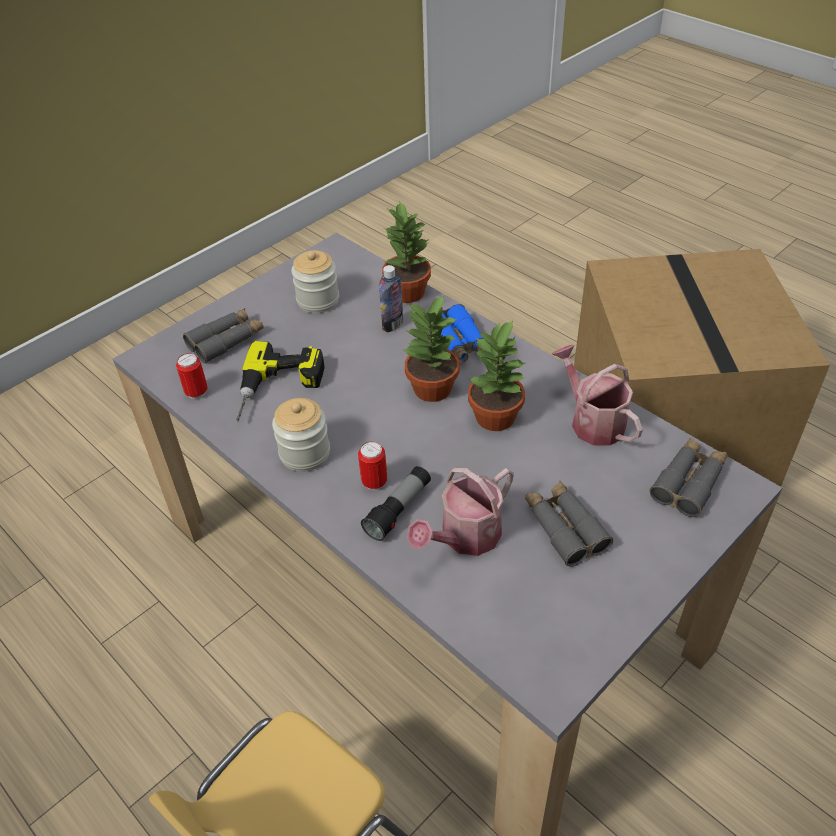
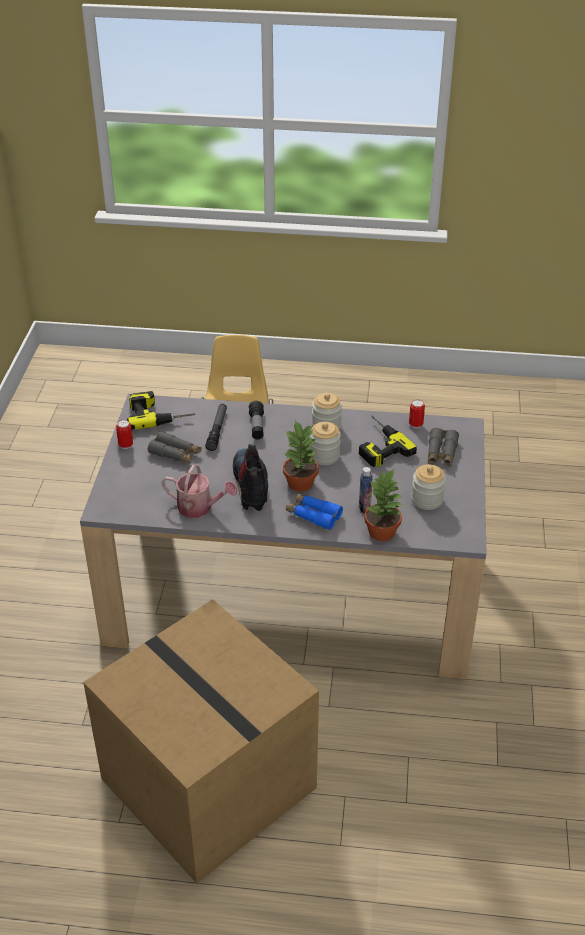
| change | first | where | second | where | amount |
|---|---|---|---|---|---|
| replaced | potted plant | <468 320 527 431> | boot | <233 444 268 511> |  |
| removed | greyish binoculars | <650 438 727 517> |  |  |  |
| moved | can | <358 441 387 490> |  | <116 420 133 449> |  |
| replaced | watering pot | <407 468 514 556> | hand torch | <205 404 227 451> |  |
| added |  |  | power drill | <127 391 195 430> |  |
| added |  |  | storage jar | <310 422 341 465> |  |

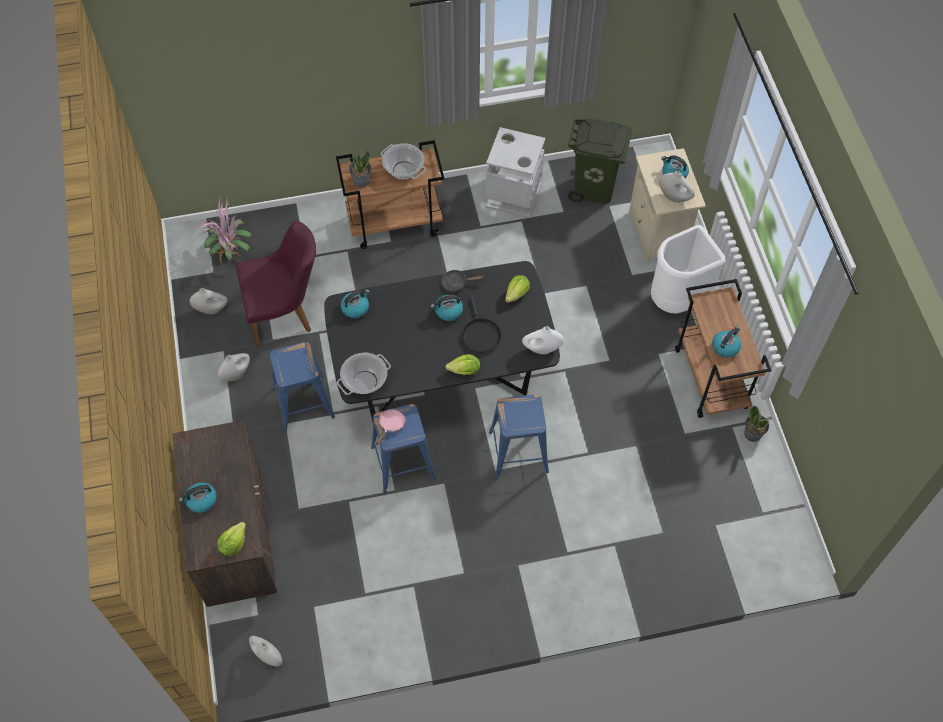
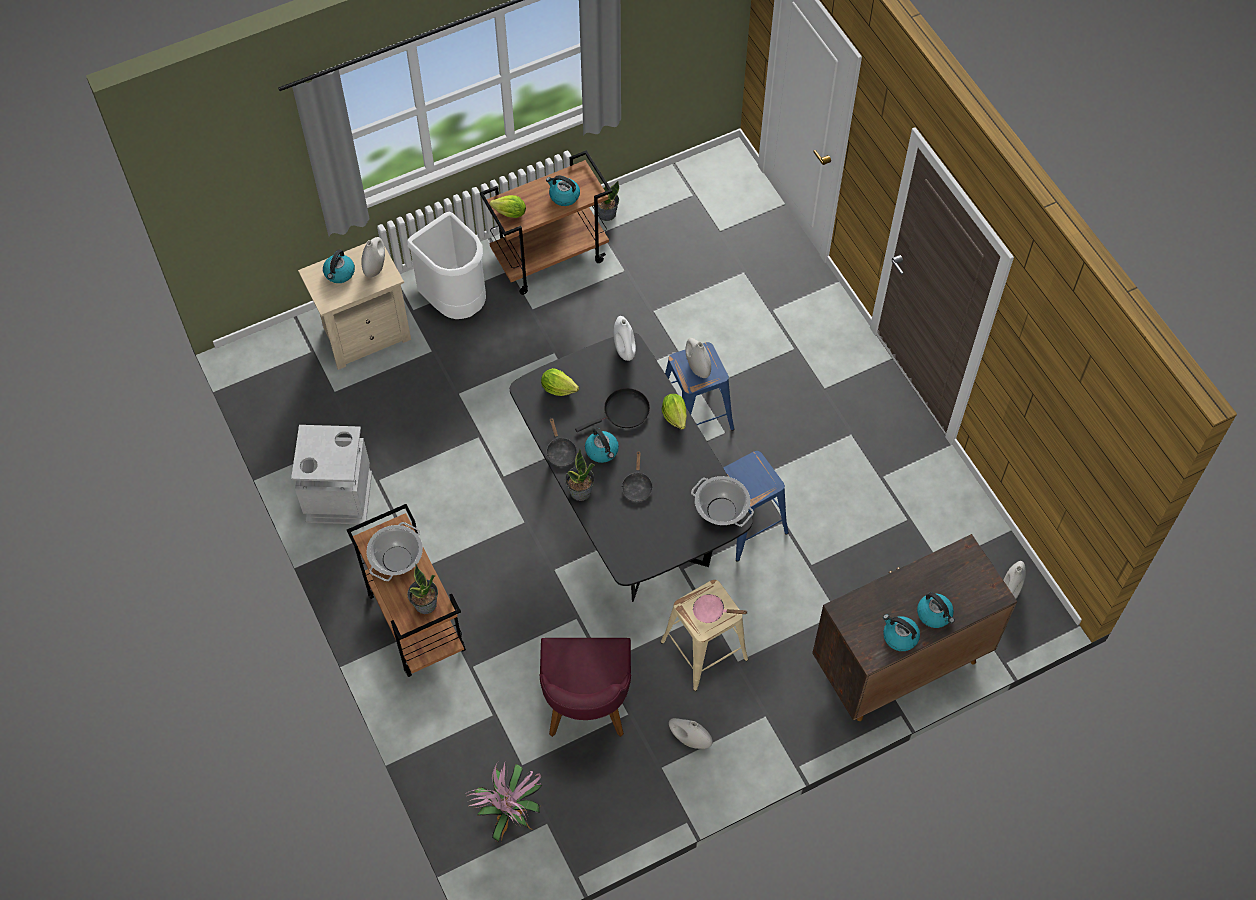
| change | first | where | second | where | amount |
|---|---|---|---|---|---|
| removed | green rubbish bin | <568 119 632 204> |  |  |  |
| turned | purple-coloured plain chair | <235 221 316 347> |  | <540 638 631 737> | 150 degrees counterclockwise |
| moved | whitish vase | <190 288 228 314> |  | <686 338 711 378> |  |
| moved | tea kettle | <341 289 370 318> |  | <883 614 920 651> |  |
| recoloured | bluish stool | <270 342 335 431> | sand-coloured stool | <660 580 748 691> |  |
| moved | pink-coloured skillet | <376 409 405 445> |  | <693 594 747 623> |  |
| moved | lettuce | <217 522 246 556> |  | <490 195 526 218> |  |
| added |  |  | potted plant | <565 449 595 501> |  |
| added |  |  | black-coloured skillet | <621 452 653 501> |  |

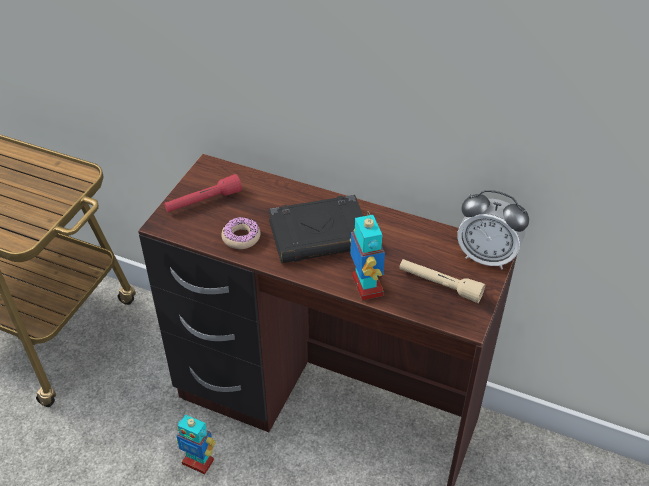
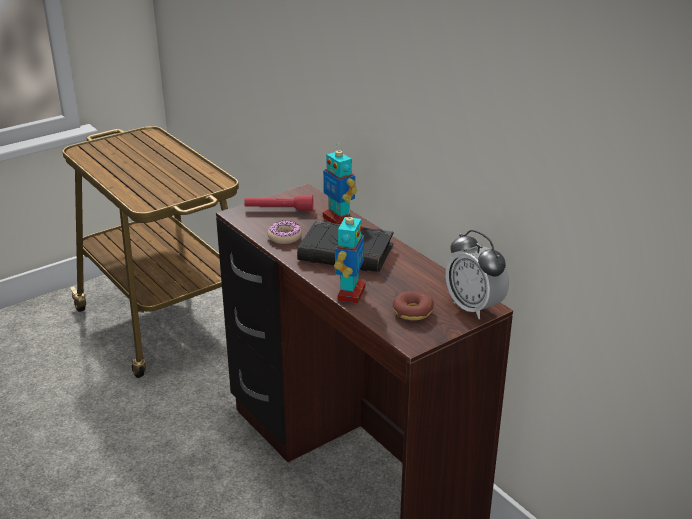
| change | first | where | second | where | amount |
|---|---|---|---|---|---|
| replaced | sand-coloured hand torch | <399 259 485 303> | doughnut | <393 291 434 321> |  |
| moved | model robot | <176 415 216 474> |  | <323 143 357 224> |  |

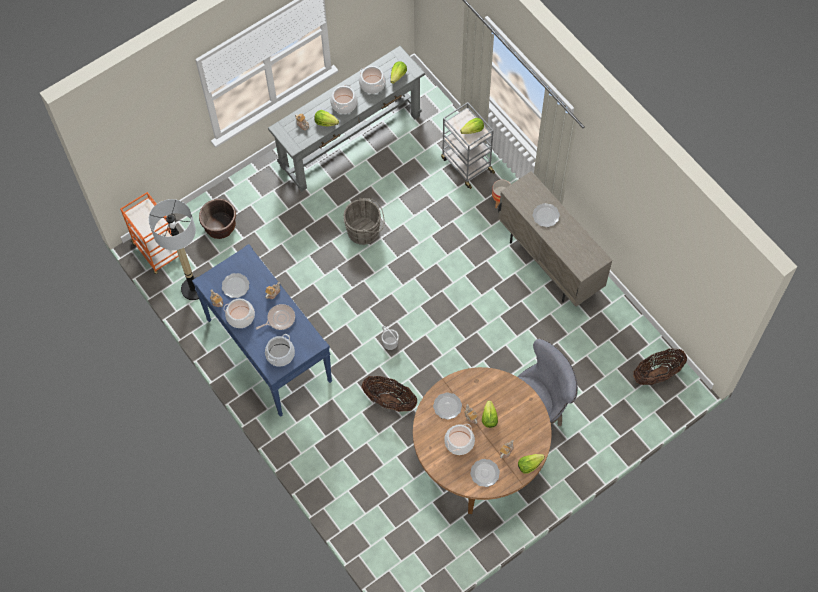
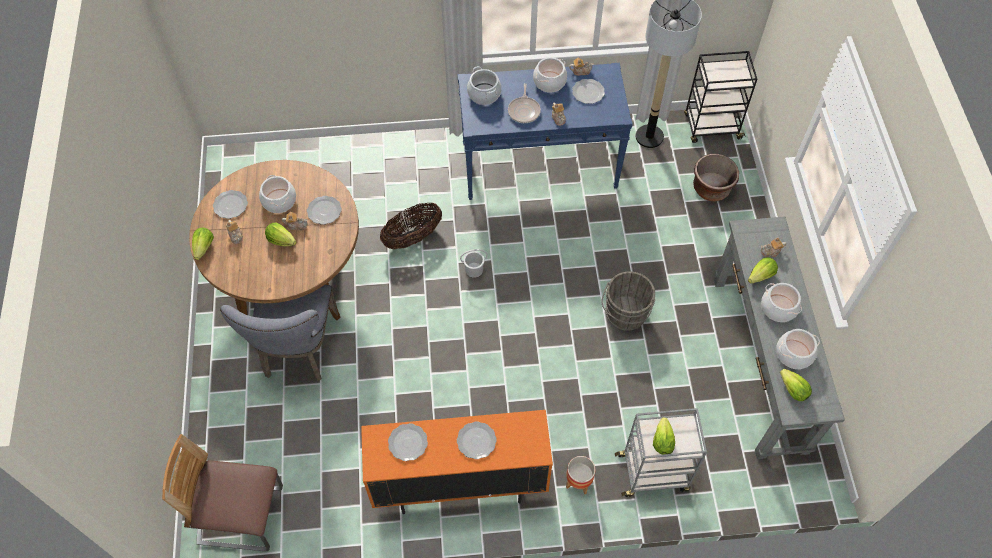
| change | first | where | second | where | amount |
|---|---|---|---|---|---|
| recoloured | sand-coloured storage cabinet | <498 171 613 307> | orangey storage cabinet | <361 410 553 514> |  |
| recoloured | orangey cart | <120 192 179 274> | black-coloured cart | <684 51 757 143> |  |
| replaced | basket | <633 349 687 385> | plain chair | <162 434 283 551> |  |
| added |  |  | dinner plate | <388 423 428 461> |  |

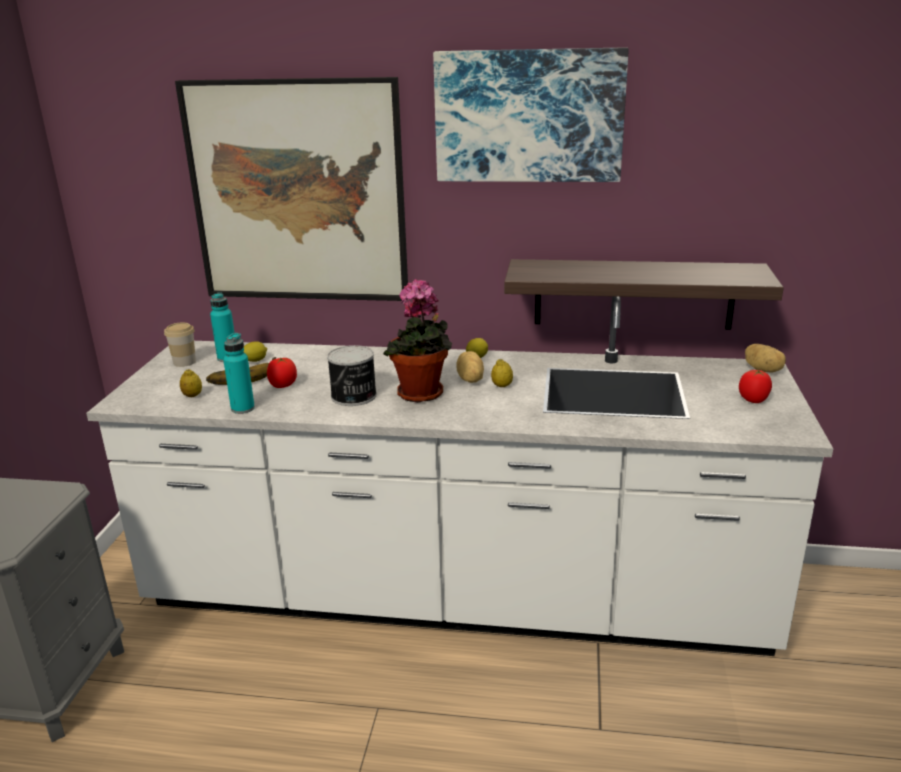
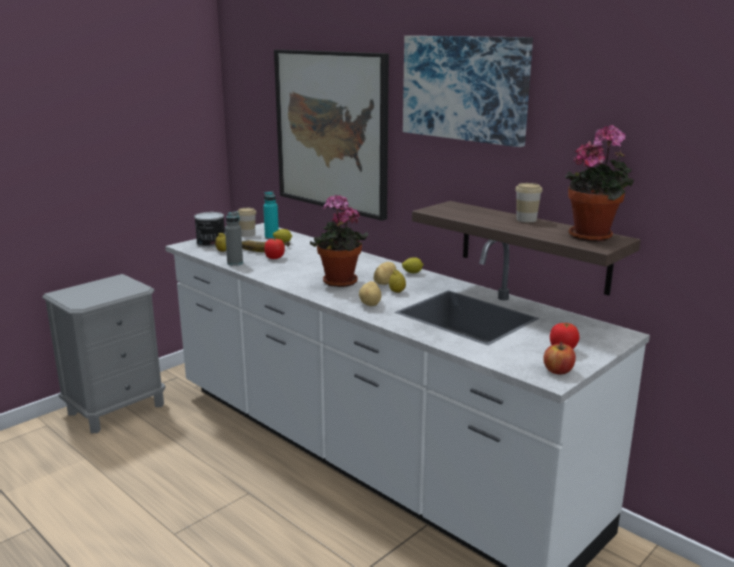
| change | first | where | second | where | amount |
|---|---|---|---|---|---|
| recoloured | turquoise-coloured beverage bottle | <223 333 255 414> | greyish beverage bottle | <225 211 243 266> |  |
| moved | spud | <745 344 786 372> |  | <359 281 381 306> |  |
| moved | can | <327 345 377 406> |  | <194 212 225 248> |  |
| added |  |  | potted plant | <565 125 634 242> |  |
| added |  |  | drinking cup | <515 183 543 222> |  |
| added |  |  | apple fruit | <543 342 576 374> |  |

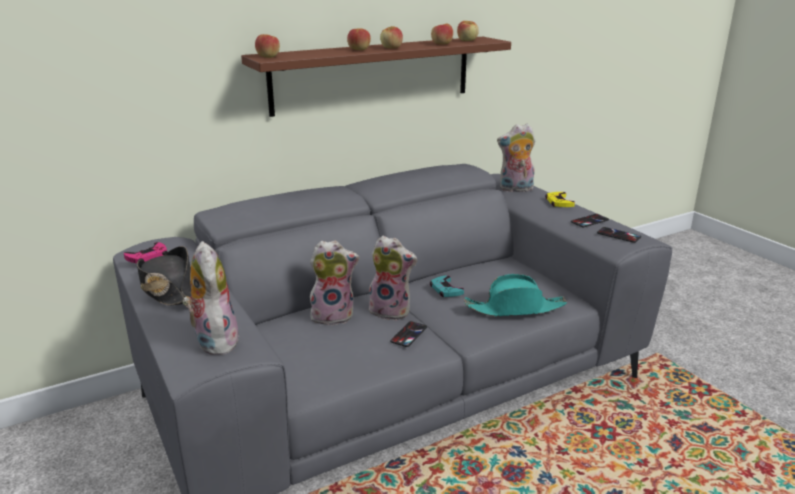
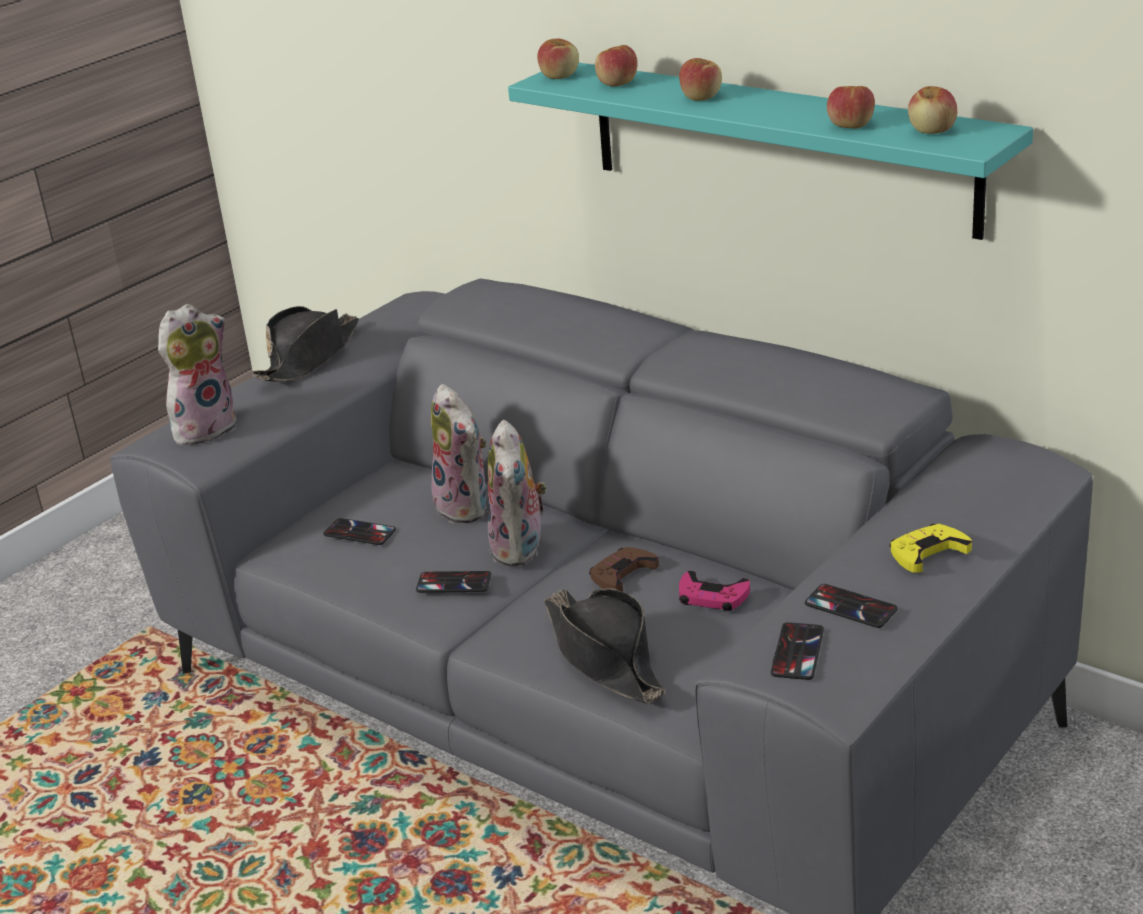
| change | first | where | second | where | amount |
|---|---|---|---|---|---|
| moved | apple fruit | <380 26 403 48> |  | <595 45 637 86> |  |
| recoloured | brown bracket shelf | <241 37 511 117> | turquoise-coloured bracket shelf | <508 63 1033 240> |  |
| removed | soft toy | <497 124 535 192> |  |  |  |
| moved | pink-coloured joypad | <124 242 167 264> |  | <679 571 750 611> |  |
| recoloured | turquoise-coloured hat | <464 274 567 317> | black-coloured hat | <544 588 665 703> |  |
| recoloured | turquoise-coloured joypad | <430 275 464 297> | brown joypad | <589 547 659 592> |  |
| added |  |  | handset | <323 518 396 545> |  |

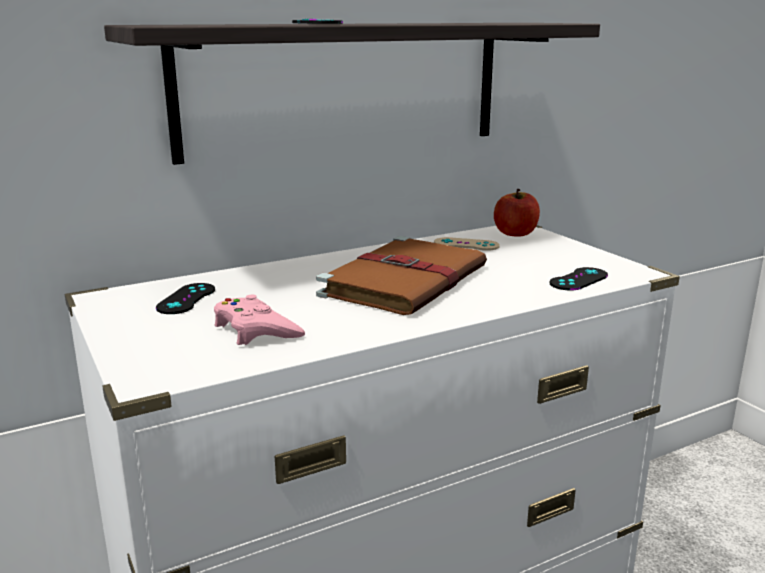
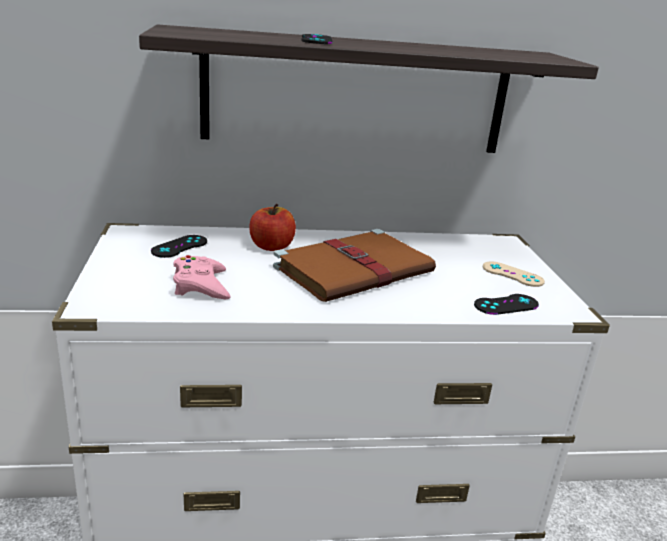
| change | first | where | second | where | amount |
|---|---|---|---|---|---|
| moved | apple fruit | <494 189 540 237> |  | <249 204 296 251> |  |
| moved | sand-coloured joypad | <434 237 500 251> |  | <483 261 545 287> |  |

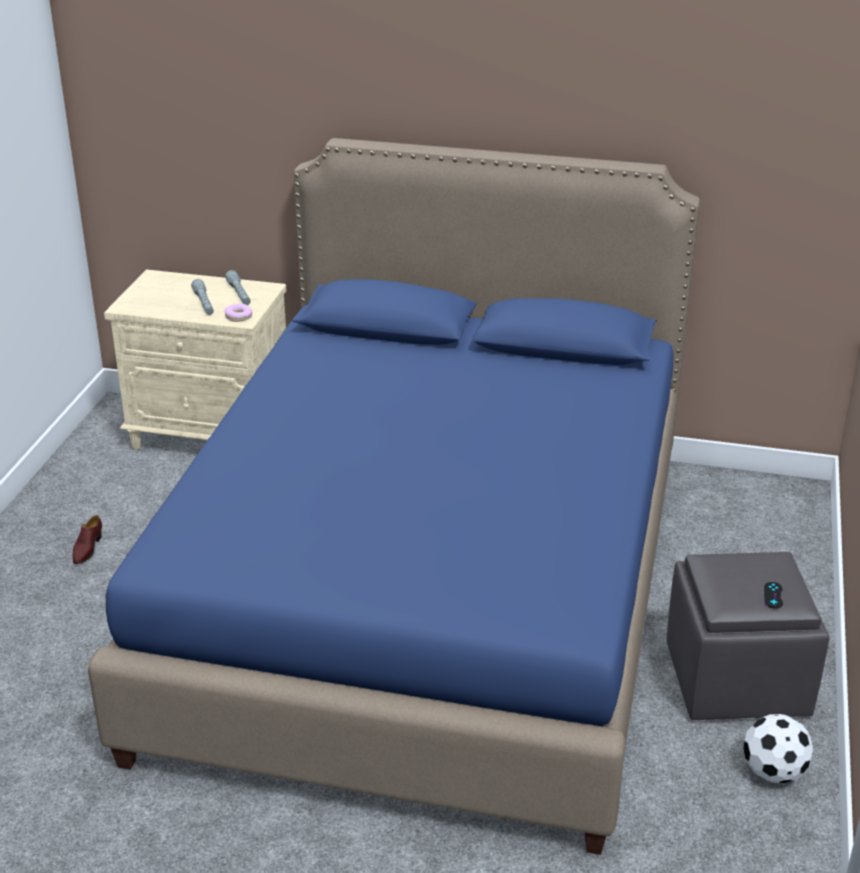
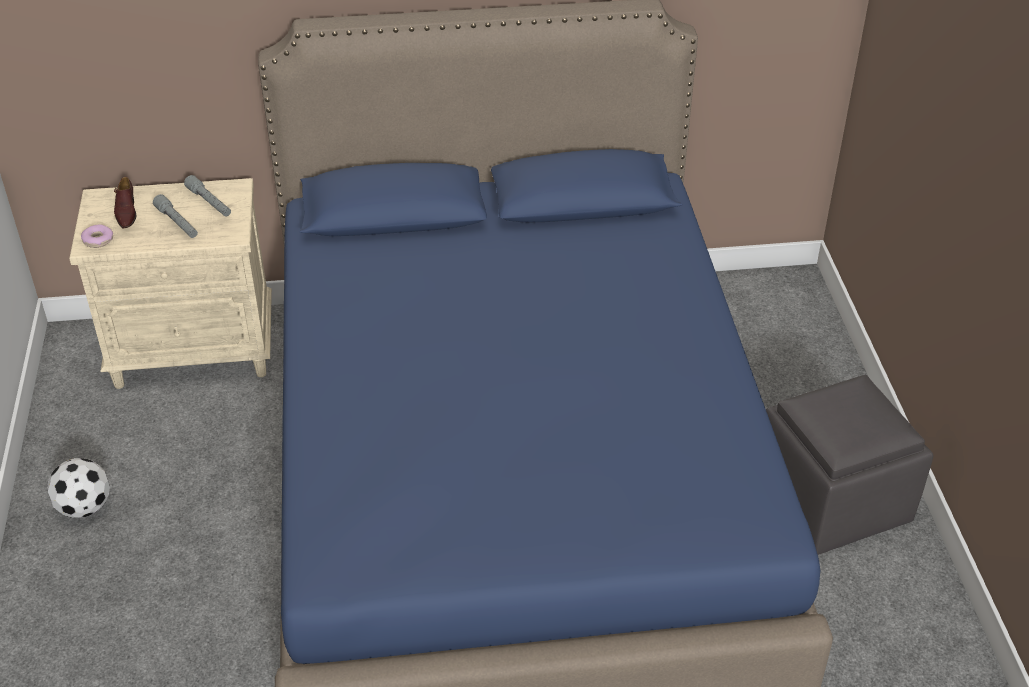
| change | first | where | second | where | amount |
|---|---|---|---|---|---|
| moved | doughnut | <224 304 252 322> |  | <81 225 113 248> |  |
| moved | brown shoe | <73 515 102 564> |  | <114 177 136 228> |  |
| removed | black-coloured joypad | <764 582 783 608> |  |  |  |
| moved | football | <743 714 814 783> |  | <47 458 110 518> |  |

